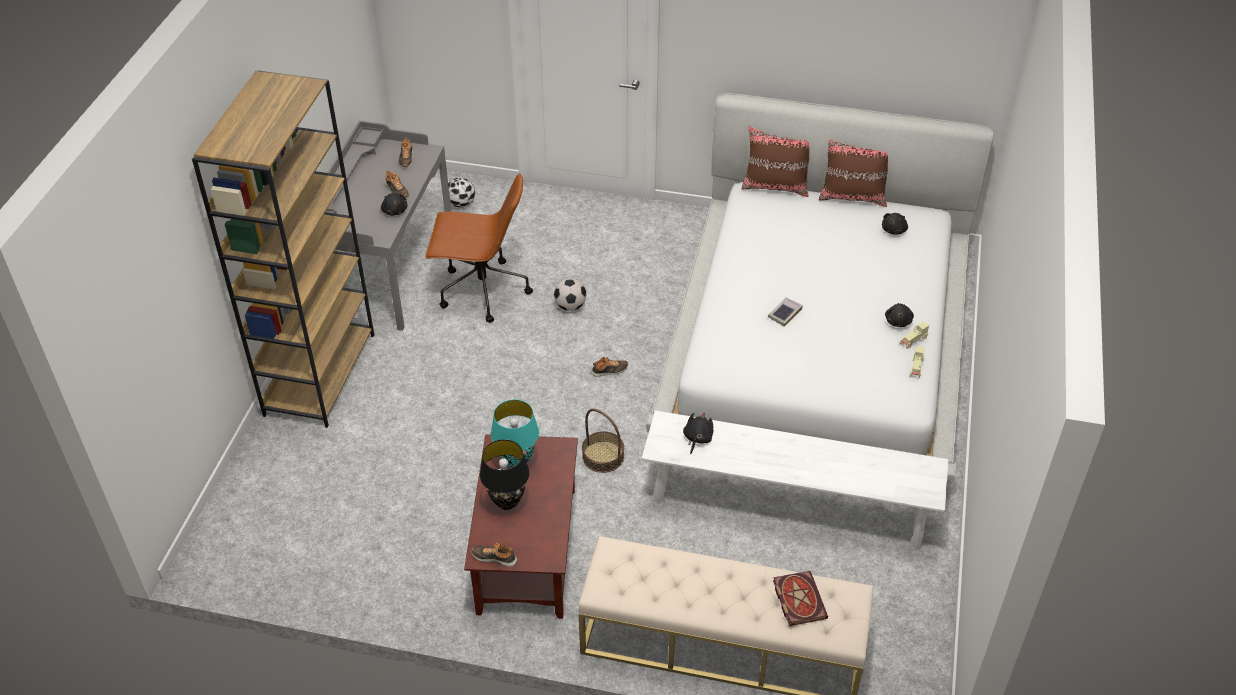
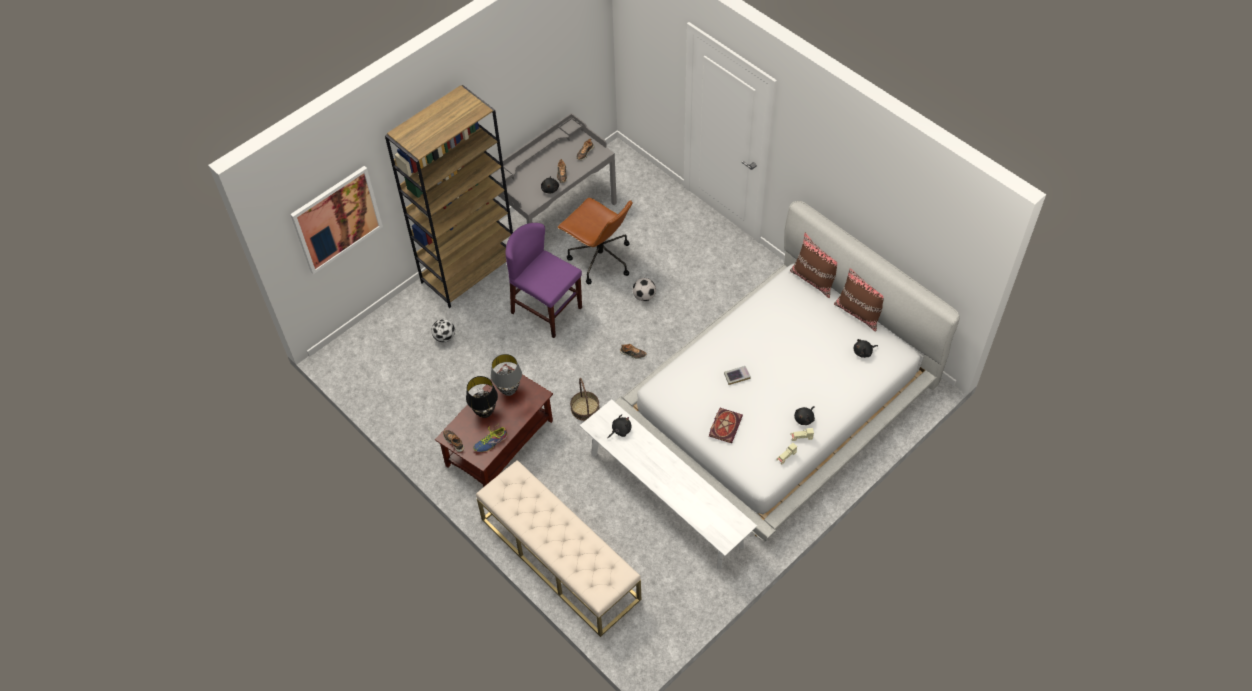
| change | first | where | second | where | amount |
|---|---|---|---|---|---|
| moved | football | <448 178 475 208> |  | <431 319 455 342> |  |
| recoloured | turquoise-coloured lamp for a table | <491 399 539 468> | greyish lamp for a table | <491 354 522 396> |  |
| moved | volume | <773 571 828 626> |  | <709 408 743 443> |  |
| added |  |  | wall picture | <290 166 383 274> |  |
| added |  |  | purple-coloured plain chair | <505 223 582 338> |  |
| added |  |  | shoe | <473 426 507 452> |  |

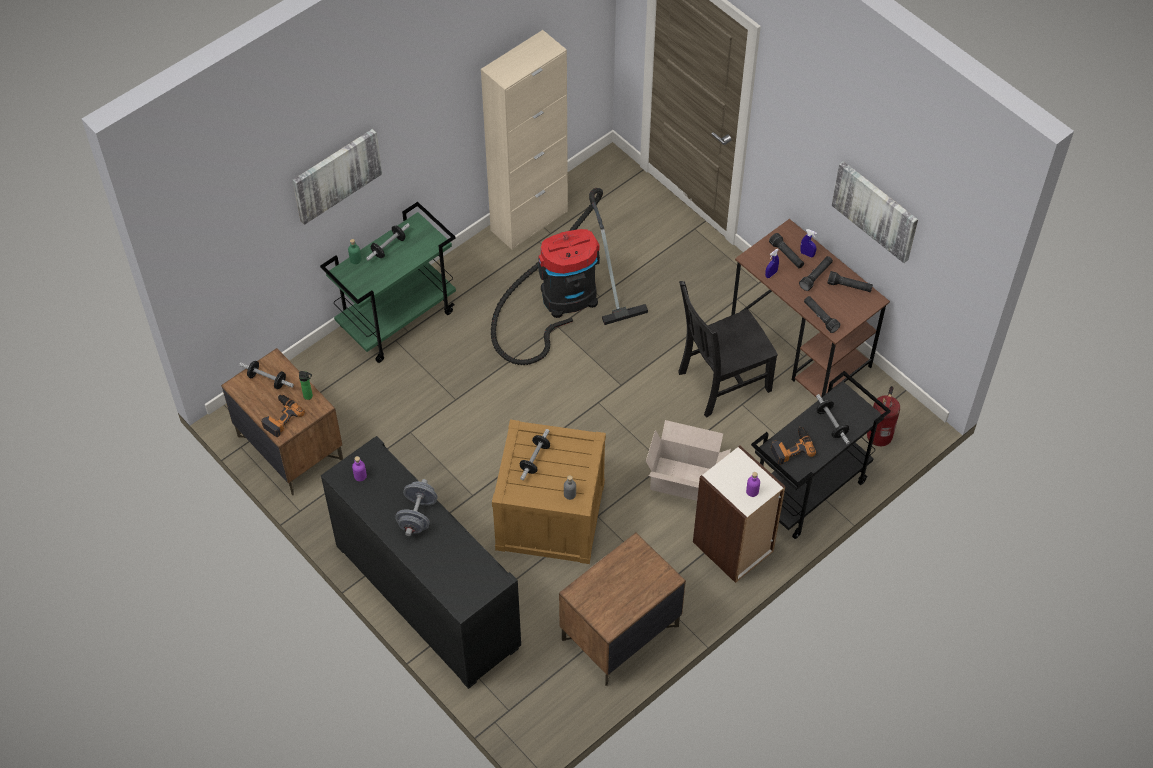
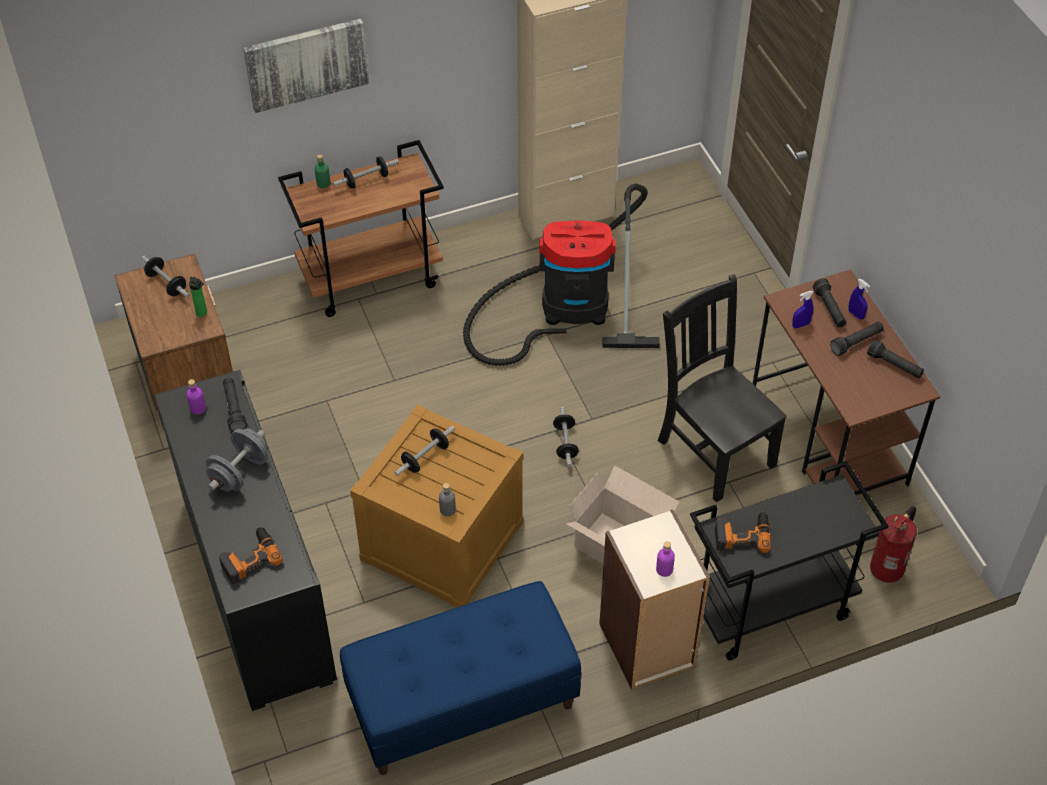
| change | first | where | second | where | amount |
|---|---|---|---|---|---|
| removed | wall picture | <832 161 918 263> |  |  |  |
| recoloured | green cart | <320 202 456 363> | brown cart | <278 140 444 317> |  |
| turned | black-coloured plain chair | <678 281 778 417> |  | <658 274 787 503> | 60 degrees clockwise |
| moved | black-coloured hand torch | <804 296 840 333> |  | <223 377 247 431> |  |
| moved | free weight | <816 394 850 444> |  | <553 407 579 467> |  |
| moved | power drill | <261 395 305 437> |  | <219 527 283 584> |  |
| replaced | brown nightstand | <559 533 686 686> | bluish bench | <340 581 581 775> |  |

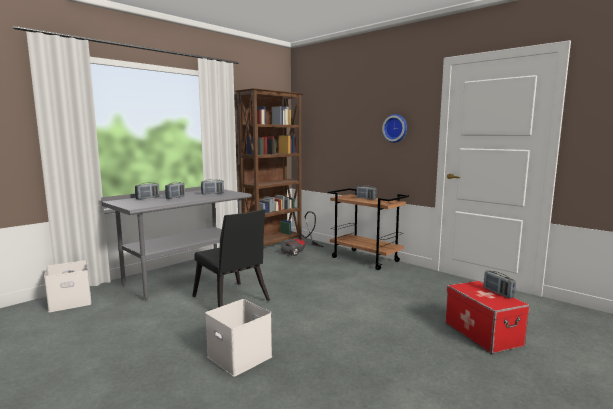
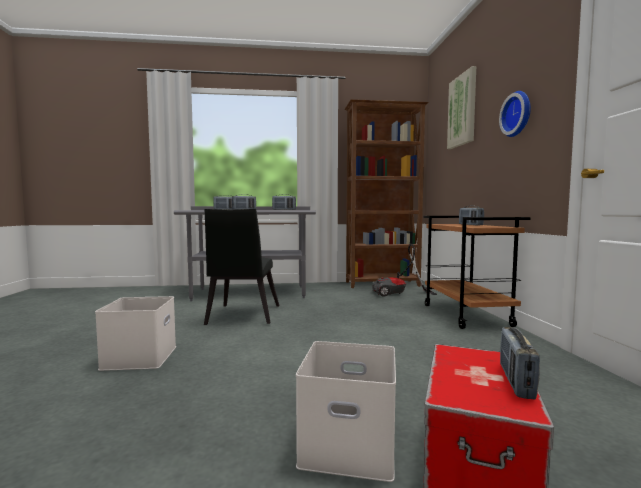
| change | first | where | second | where | amount |
|---|---|---|---|---|---|
| moved | whitish storage bin | <44 260 91 312> |  | <296 341 396 482> |  |
| added |  |  | wall picture | <447 66 476 149> |  |

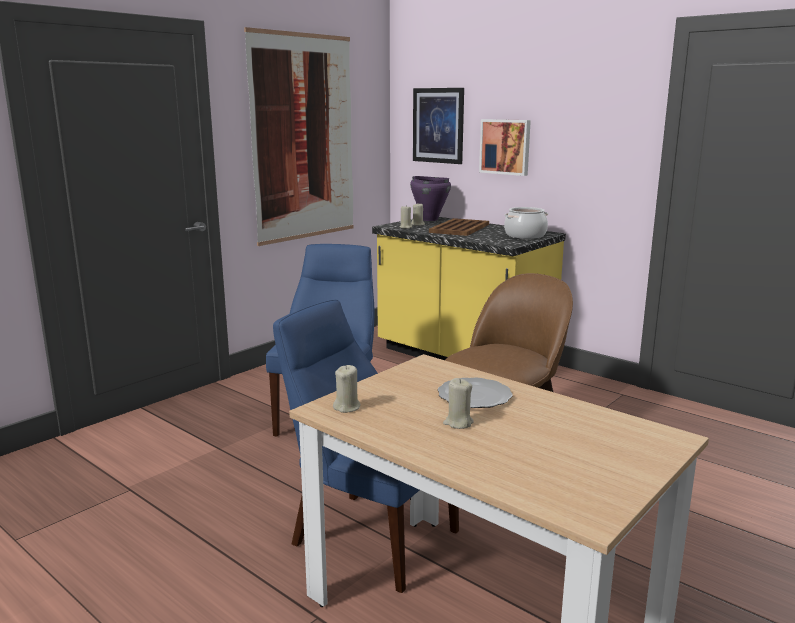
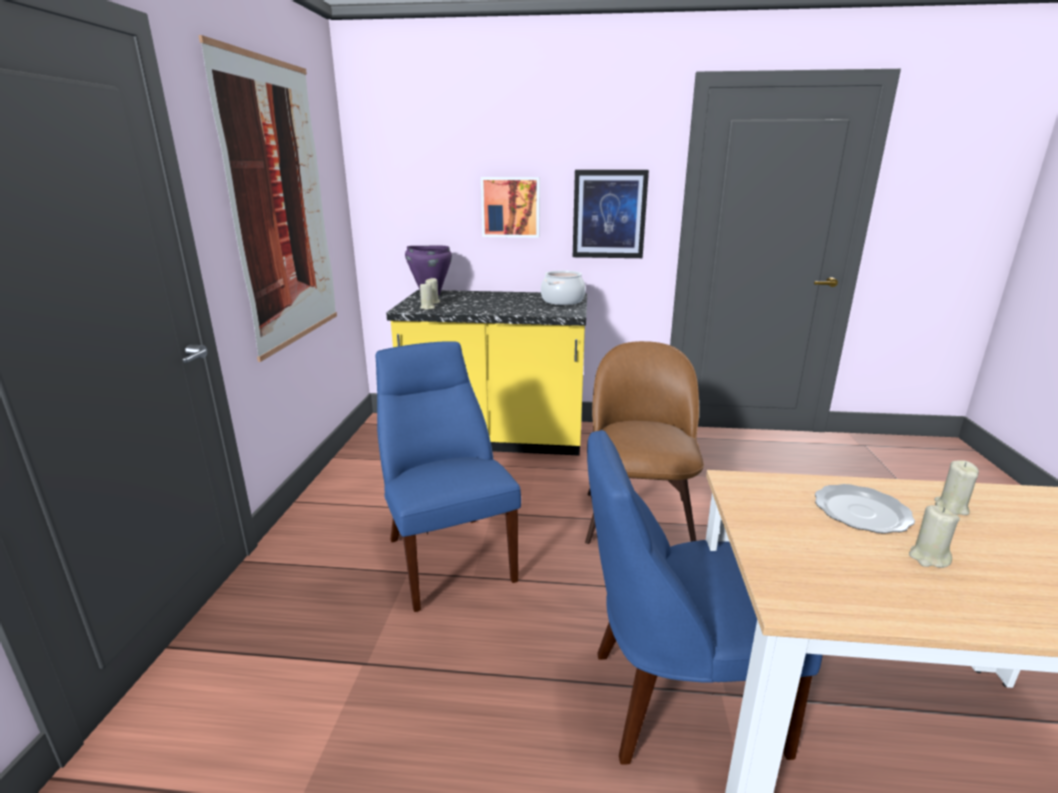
| change | first | where | second | where | amount |
|---|---|---|---|---|---|
| moved | wall picture | <413 88 464 164> |  | <573 170 649 258> |  |
| removed | brown tray | <429 218 489 236> |  |  |  |
| moved | sand-coloured wax light | <333 365 361 413> |  | <934 460 979 515> |  |

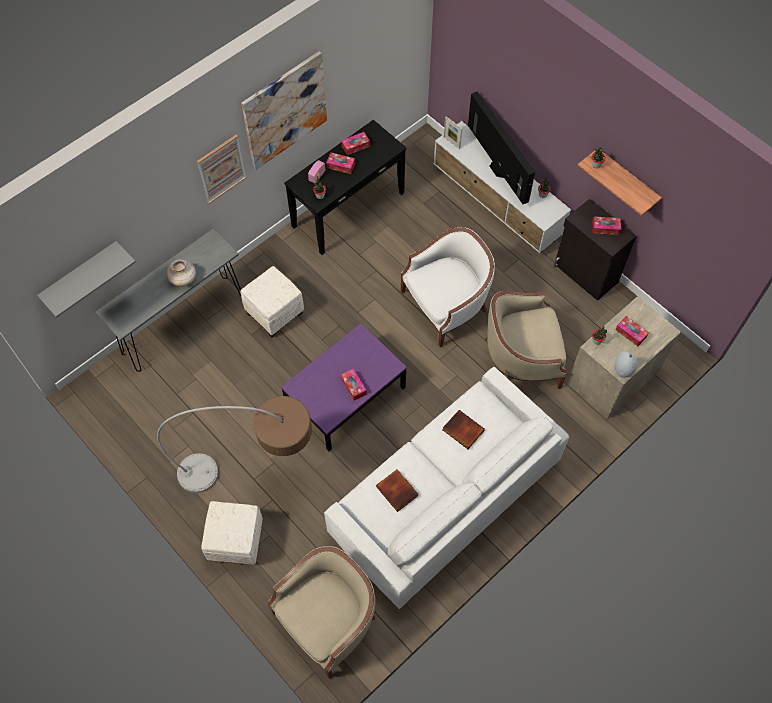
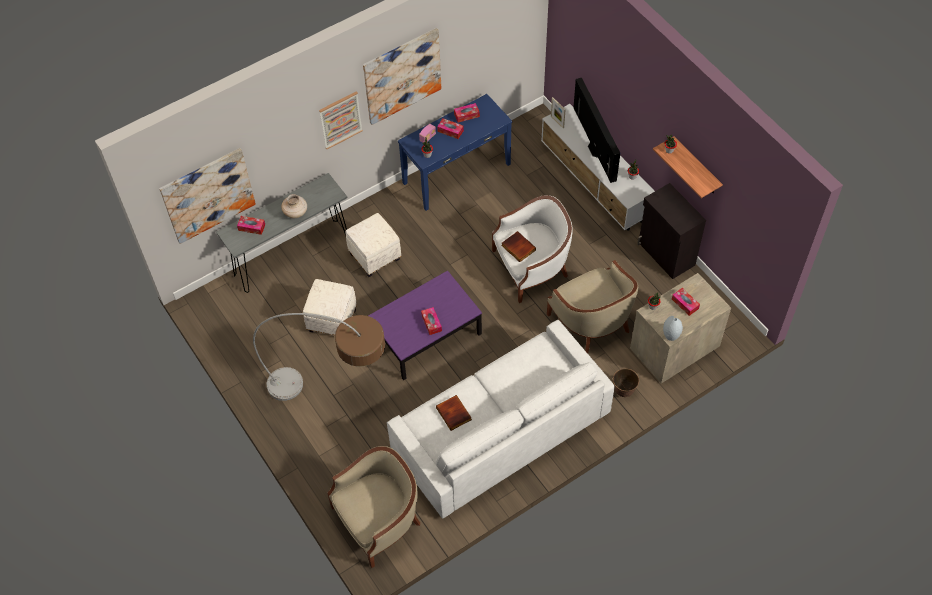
| change | first | where | second | where | amount |
|---|---|---|---|---|---|
| recoloured | black-coloured narrow table | <284 120 406 255> | bluish narrow table | <398 94 512 211> |  |
| moved | box of tissues | <592 216 621 235> |  | <237 216 265 235> |  |
| replaced | greyish bracket shelf | <37 241 136 318> | wall picture | <159 148 256 244> |  |
| turned | sand-coloured lounge chair | <485 291 567 389> |  | <547 260 638 353> | 120 degrees counterclockwise |
| moved | volume | <443 410 485 449> |  | <501 231 536 262> |  |
| moved | whitish ottoman | <201 501 263 565> |  | <303 279 357 335> |  |
| added |  |  | planter | <613 368 639 397> |  |

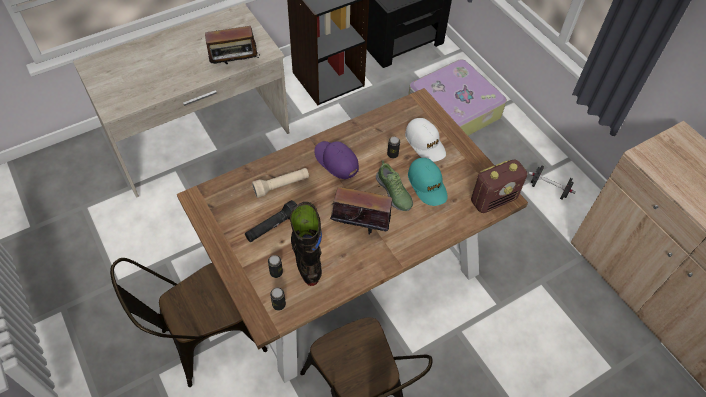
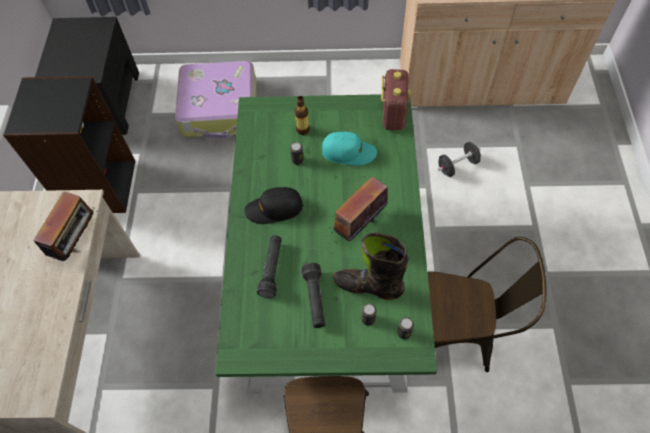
| change | first | where | second | where | amount |
|---|---|---|---|---|---|
| recoloured | brown dining table | <177 88 528 383> | green dining table | <215 94 437 394> |  |
| replaced | whitish cap | <405 118 446 162> | beverage bottle | <295 96 310 135> |  |
| recoloured | purple-coloured cap | <314 141 359 179> | black-coloured cap | <245 187 303 224> |  |
| removed | shoe | <376 160 413 211> |  |  |  |
| moved | black-coloured free weight | <529 166 576 200> |  | <438 142 481 177> |  |
| recoloured | sand-coloured hand torch | <252 168 309 198> | black-coloured hand torch | <257 235 282 298> |  |

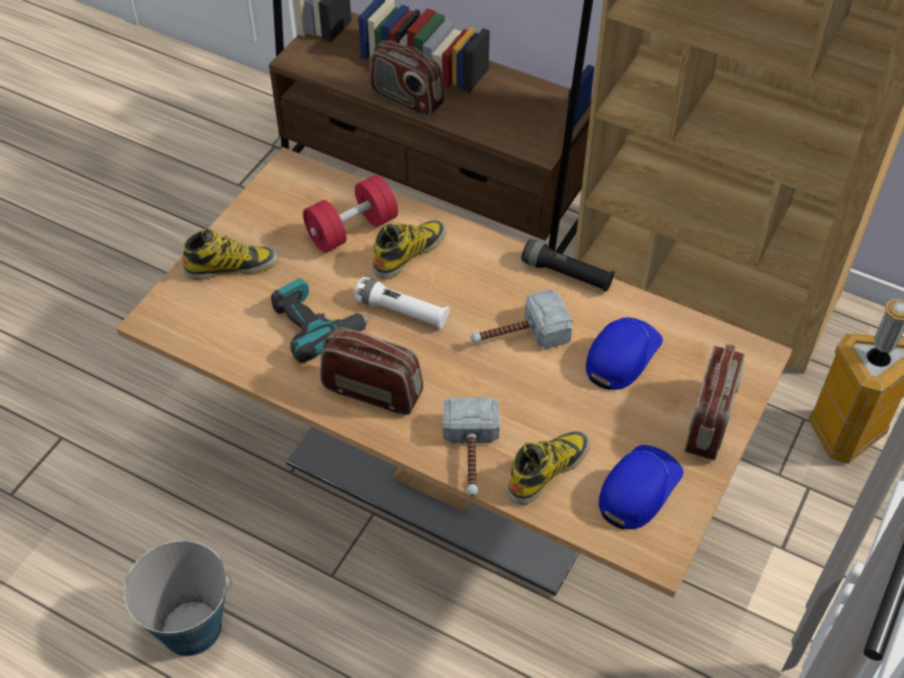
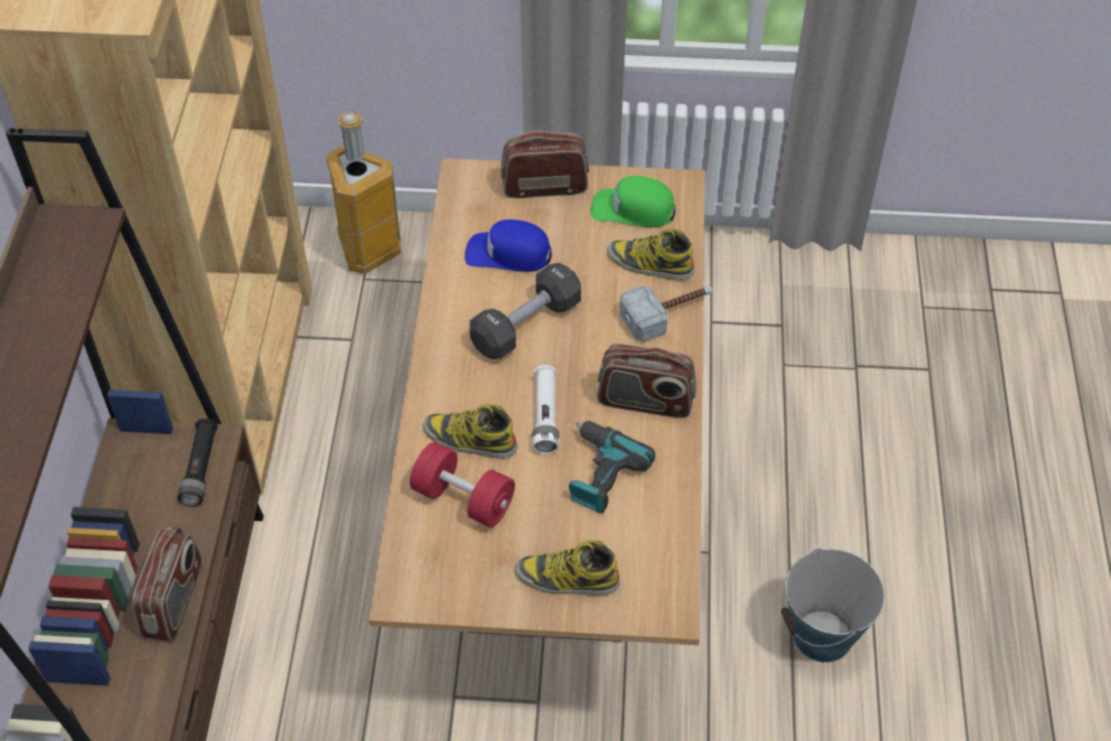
| change | first | where | second | where | amount |
|---|---|---|---|---|---|
| turned | boot | <183 228 279 280> |  | <515 539 620 596> | 45 degrees counterclockwise |
| moved | black-coloured hand torch | <521 239 615 292> |  | <178 418 218 507> |  |
| replaced | hammer | <471 289 573 349> | black-coloured free weight | <470 263 581 359> |  |
| turned | radio receiver | <320 327 423 415> |  | <597 344 696 418> | 75 degrees counterclockwise |
| recoloured | bluish cap | <599 445 683 529> | green cap | <591 176 675 227> |  |

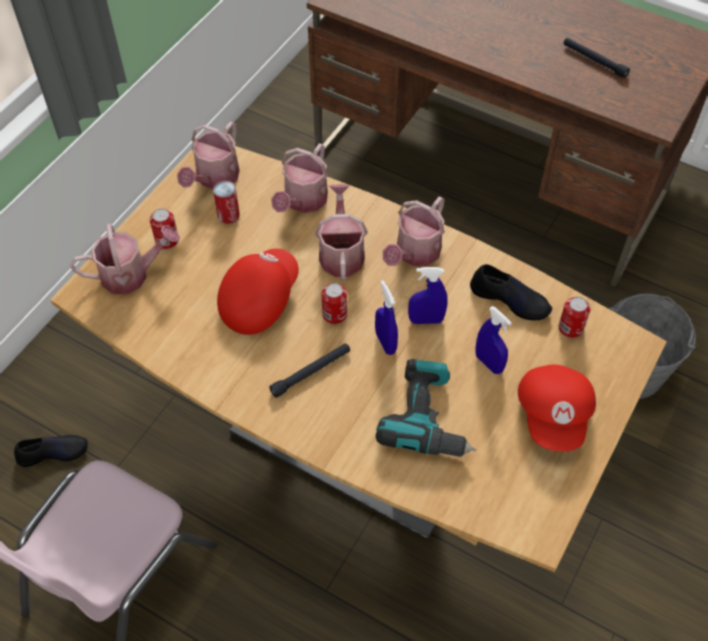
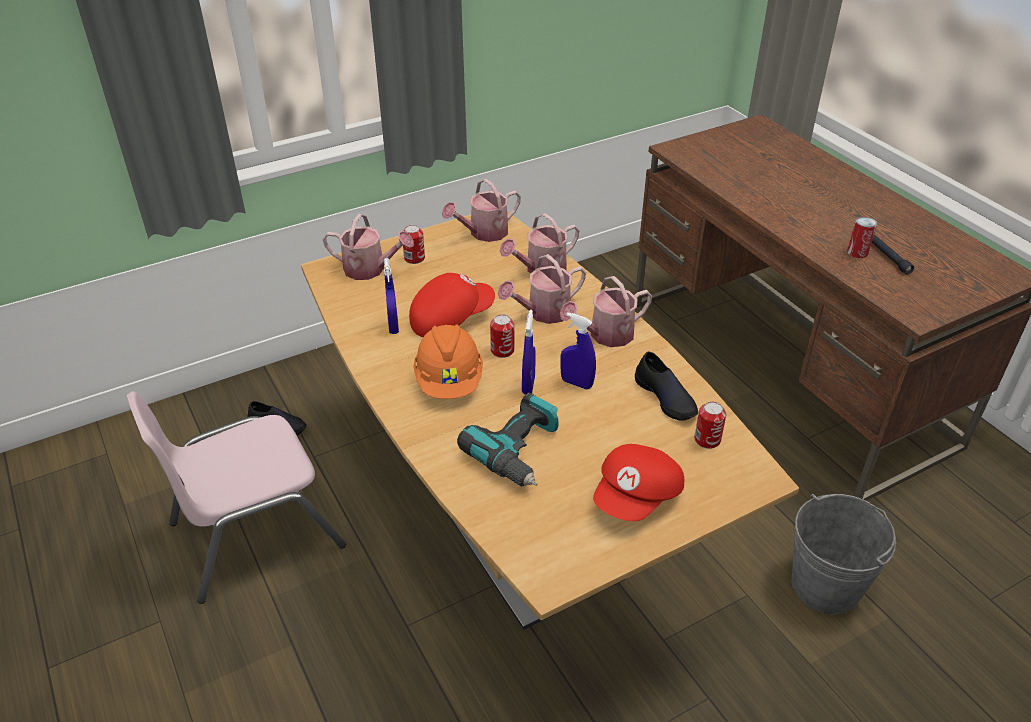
| change | first | where | second | where | amount |
|---|---|---|---|---|---|
| moved | can | <213 181 240 224> |  | <847 216 877 258> |  |
| turned | watering pot | <315 184 368 281> |  | <498 254 586 324> | 150 degrees counterclockwise |
| moved | bluish sprayer | <475 306 512 374> |  | <384 258 399 334> |  |
| replaced | black-coloured hand torch | <269 344 350 398> | orangey hard hat | <413 324 483 399> |  |

